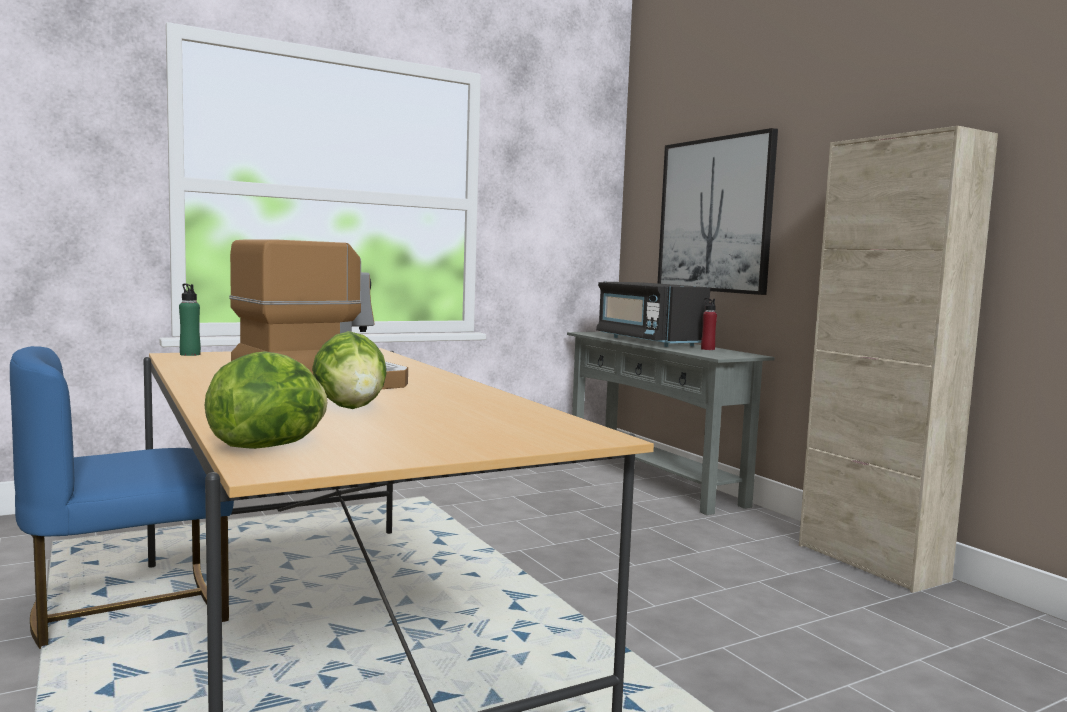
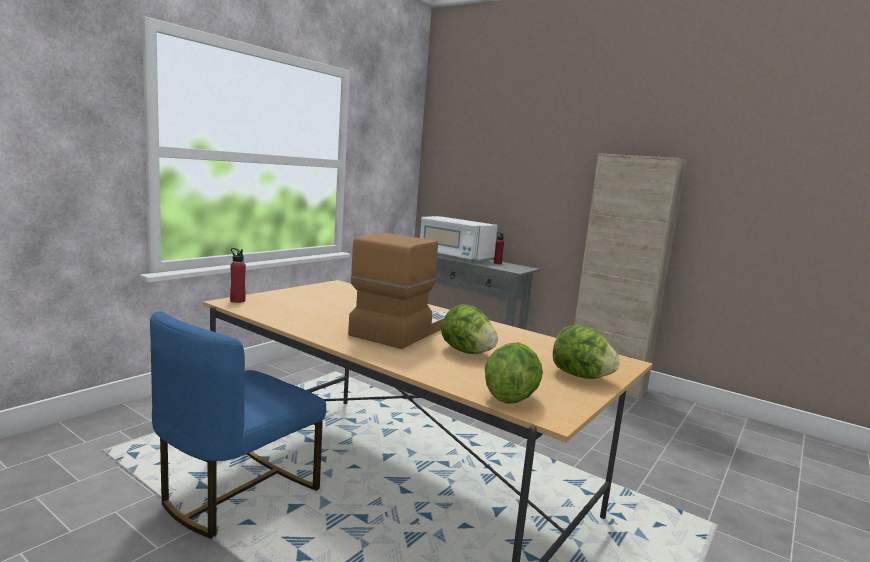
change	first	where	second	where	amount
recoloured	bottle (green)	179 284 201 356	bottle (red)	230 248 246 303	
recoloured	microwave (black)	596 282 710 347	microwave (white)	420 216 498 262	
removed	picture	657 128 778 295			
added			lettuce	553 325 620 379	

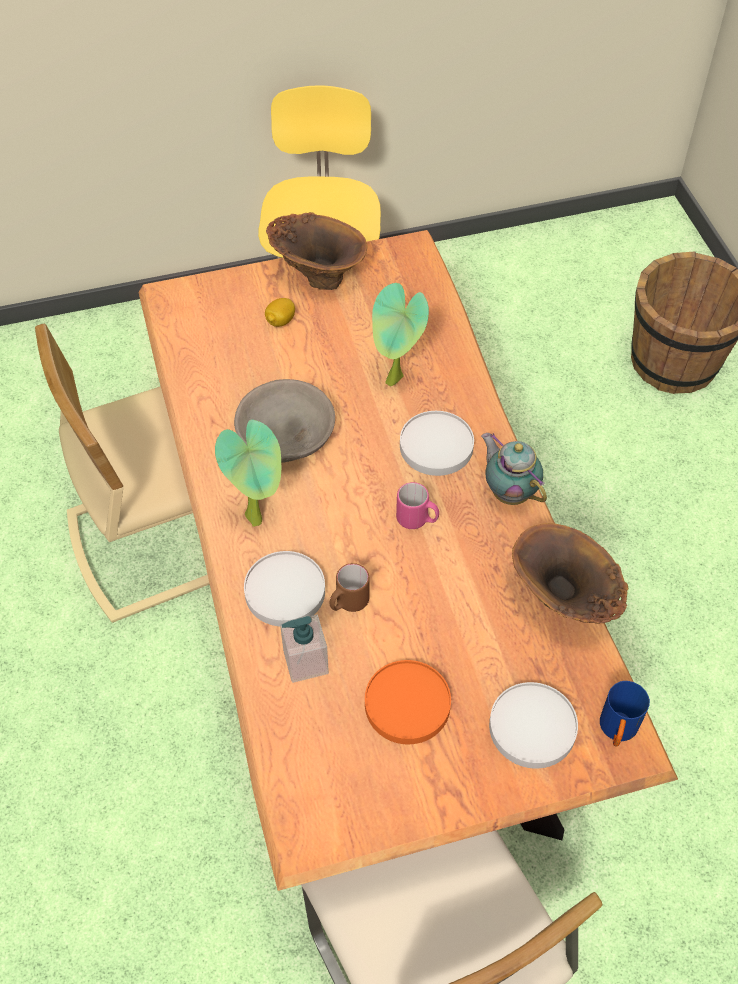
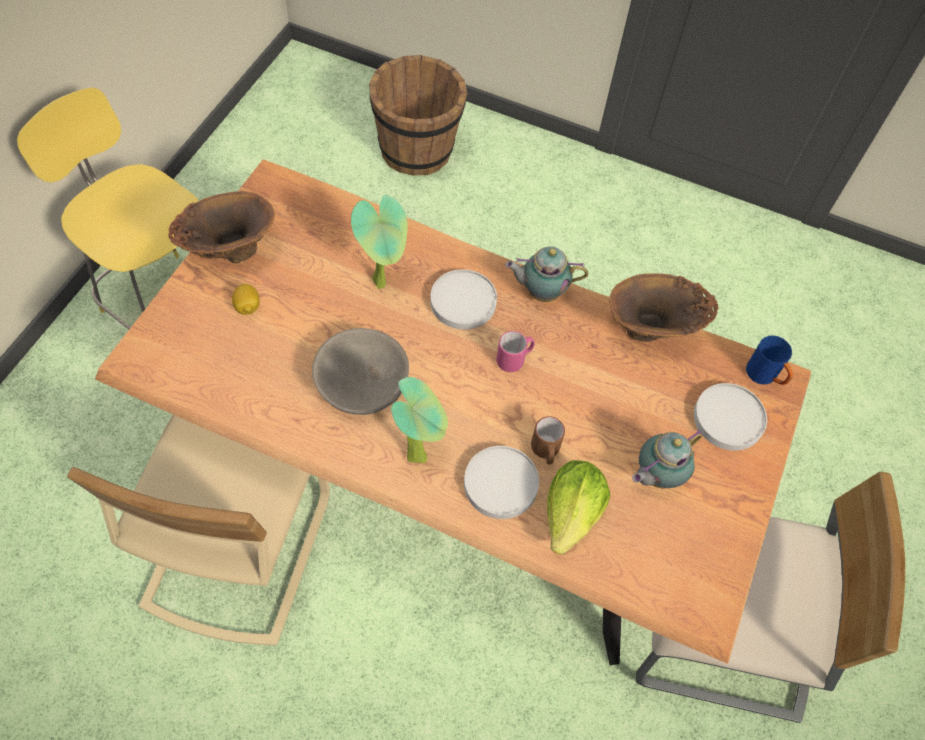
change	first	where	second	where	amount
replaced	soap dispenser	280 615 329 683	lettuce	547 460 610 555	
replaced	plate (orange)	365 660 451 744	teapot	632 429 702 489	

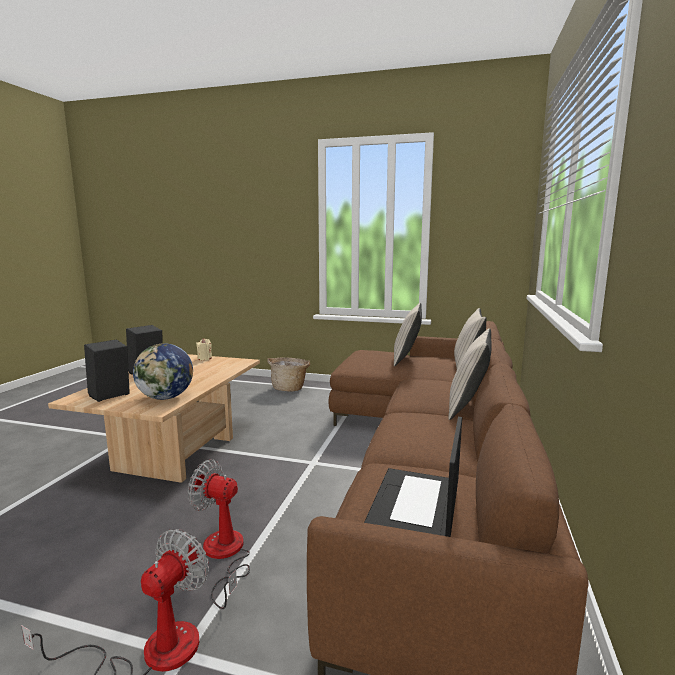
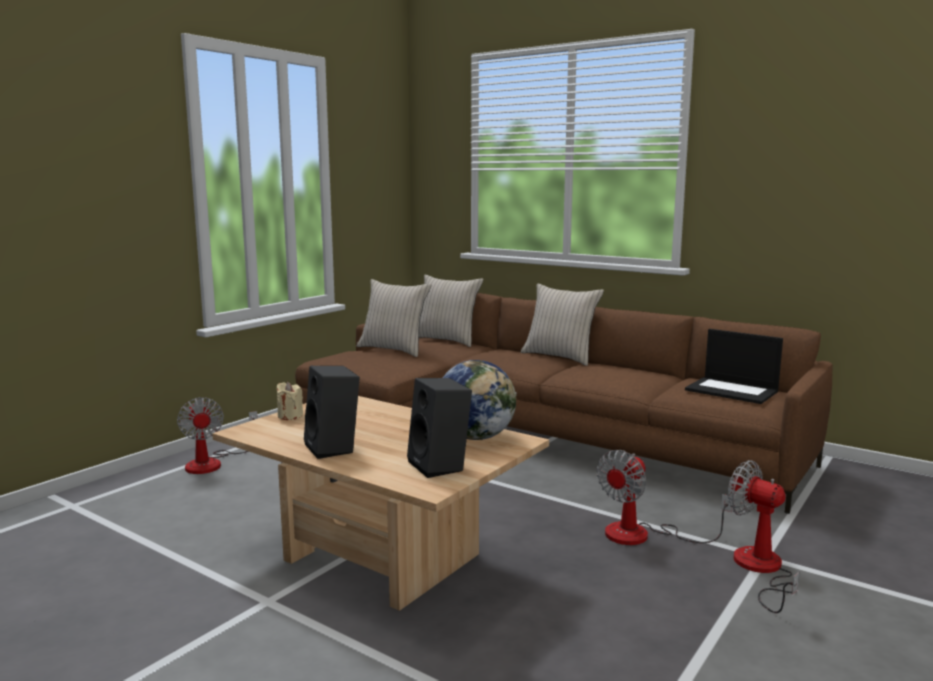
change	first	where	second	where	amount
replaced	basket	267 357 310 392	fan	177 397 258 474	

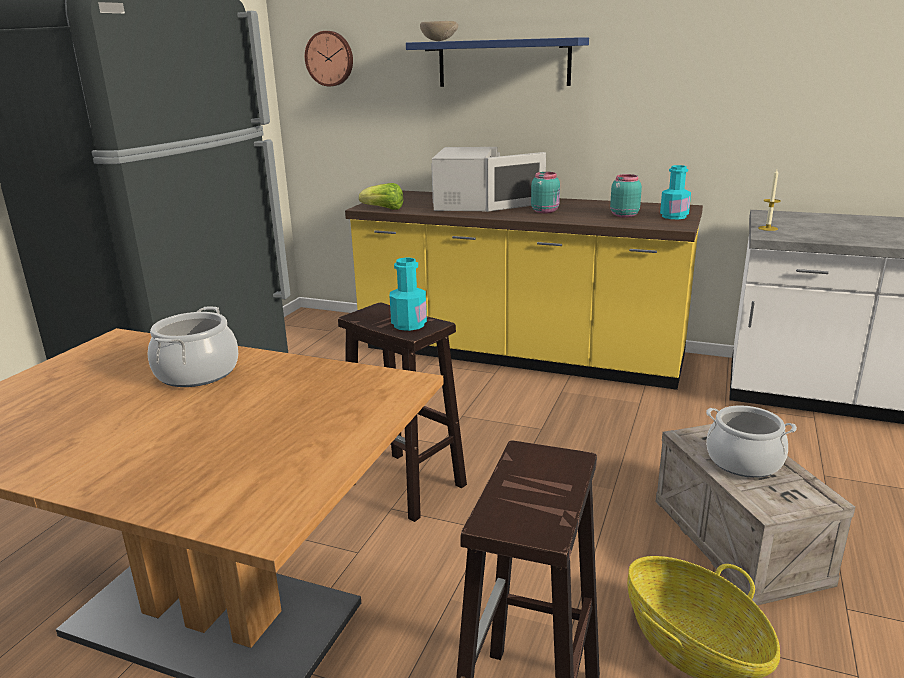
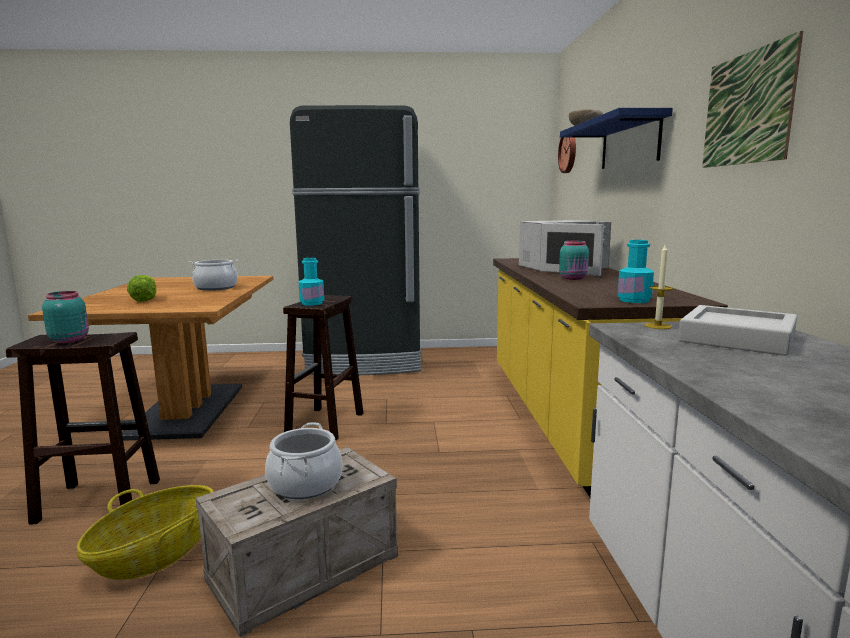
change	first	where	second	where	amount
moved	lettuce	359 183 403 210		127 275 157 302	
moved	jar (turquoise)	610 174 642 217		42 291 89 343	
added			tray (grey)	678 305 797 356	
added			picture	702 31 803 168	

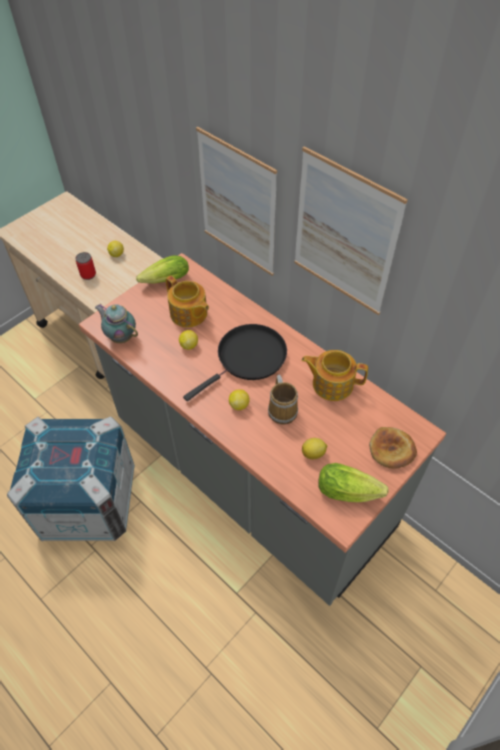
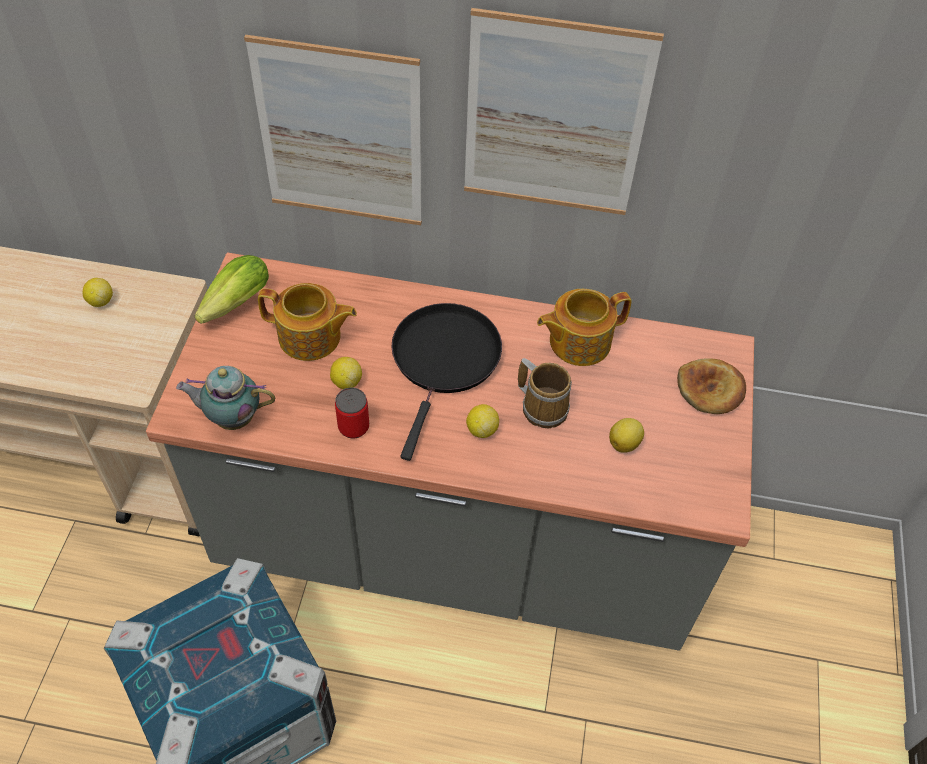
change	first	where	second	where	amount
moved	can	76 252 96 280		335 388 369 439	
removed	lettuce	318 463 389 502			

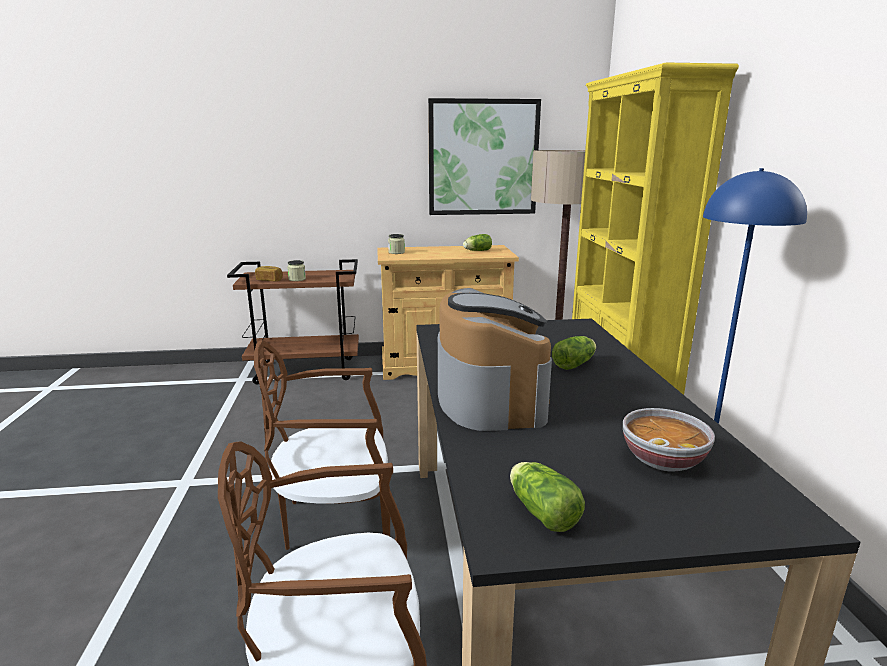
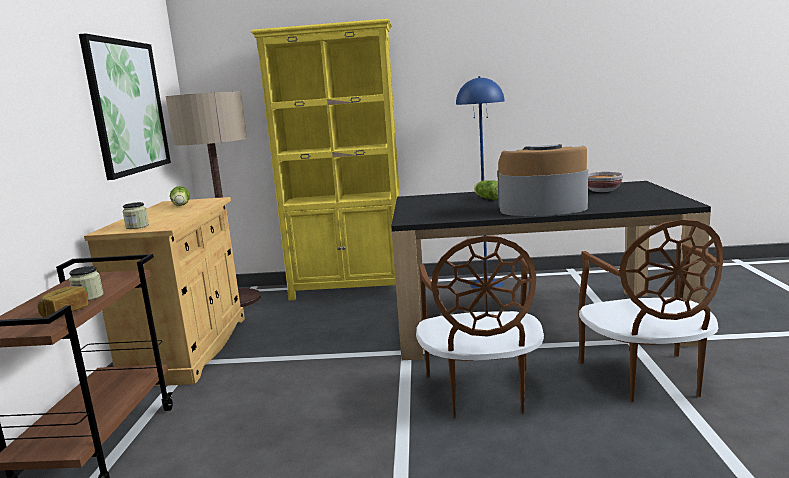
change	first	where	second	where	amount
removed	lettuce	510 462 585 532			

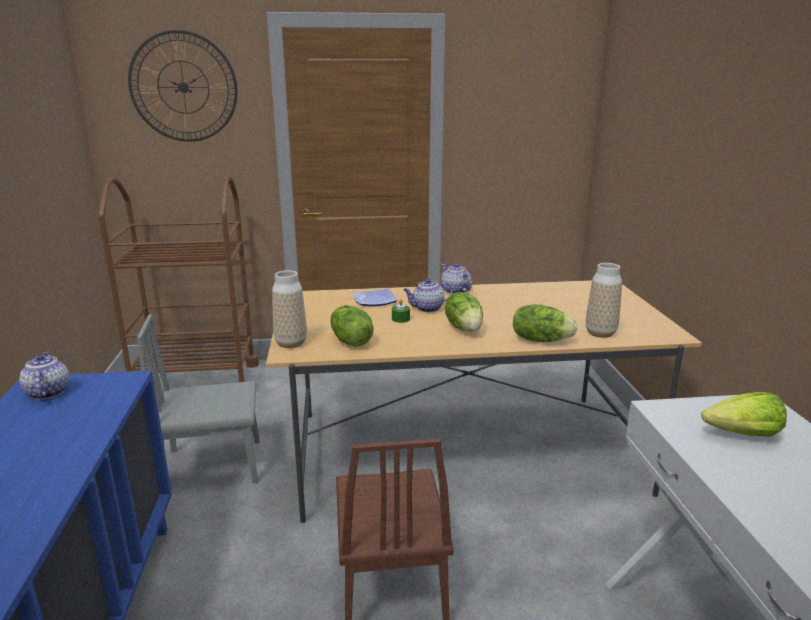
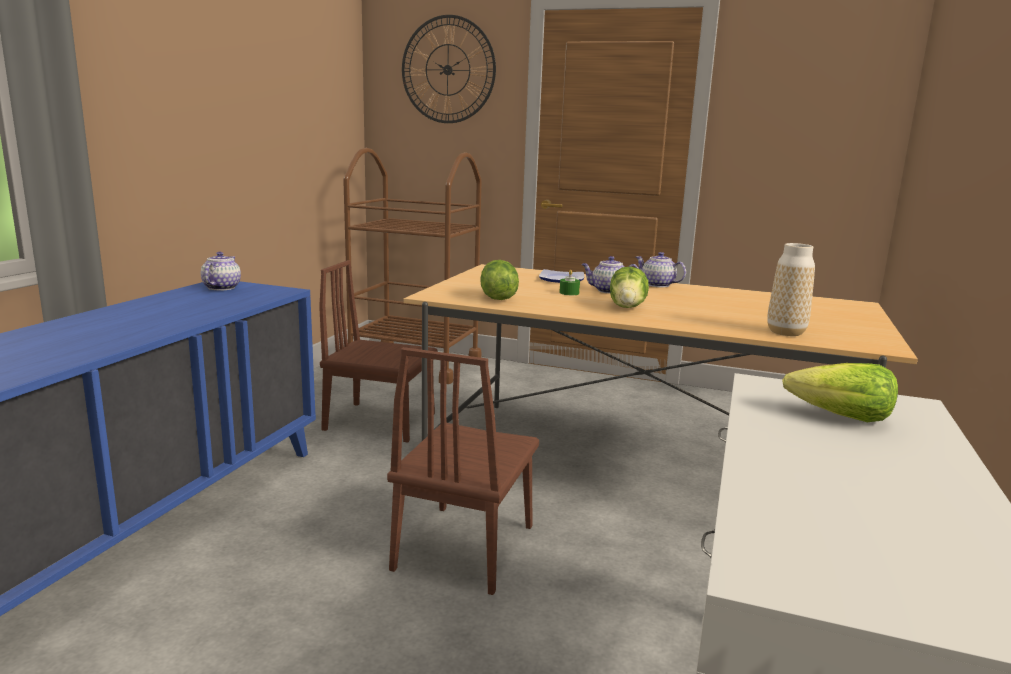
change	first	where	second	where	amount
recoloured	chair (grey)	137 314 259 483	chair (brown)	319 260 438 442	
removed	vase	272 270 307 348			
turned	teapot	441 263 472 294		636 252 686 287	45 degrees counterclockwise
removed	lettuce	513 304 578 342			

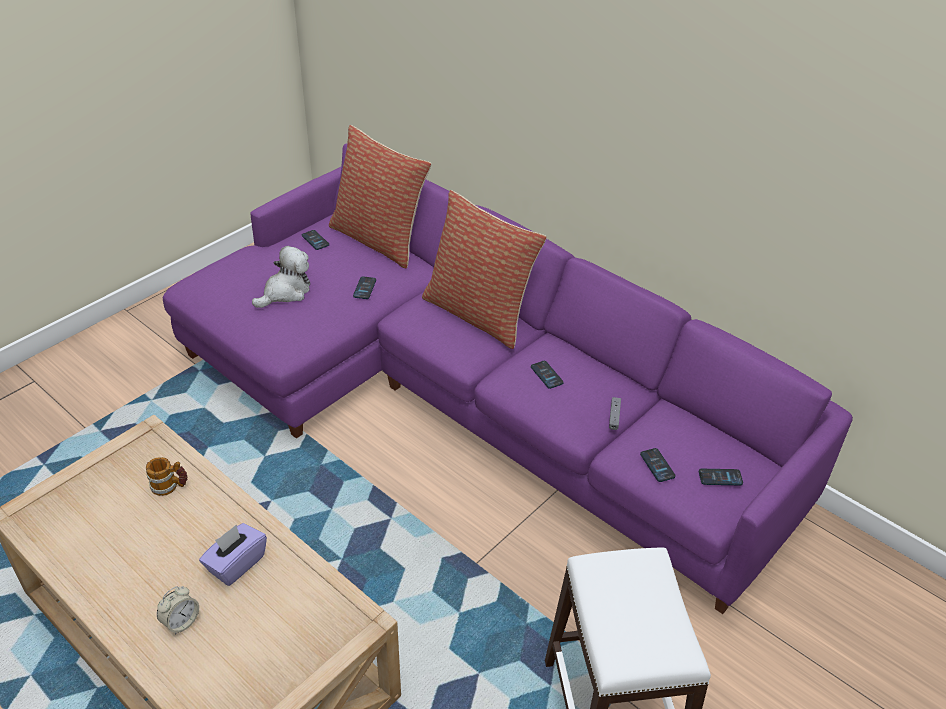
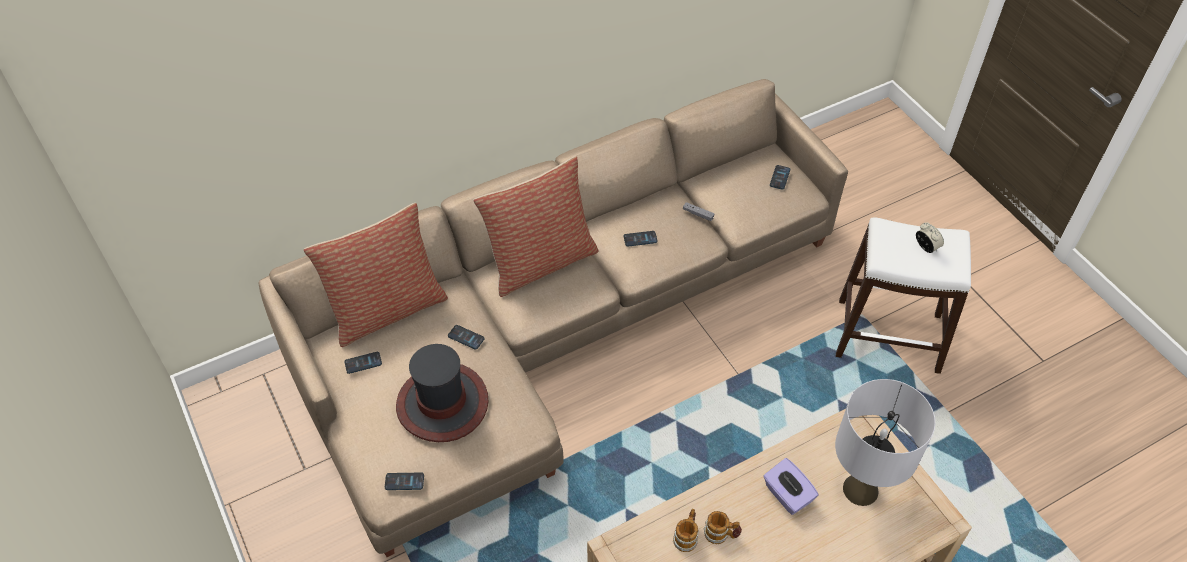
change	first	where	second	where	amount
moved	alarm clock	157 586 199 635		916 223 944 253	
recoloured	sofa (purple)	162 143 853 614	sofa (beige)	258 79 848 557	
replaced	plush toy	252 246 310 308	hat	396 344 488 442	
moved	phone	640 448 676 482		385 473 424 490	
added			mug	704 511 742 544	
added			table lamp (grey)	835 379 935 506	

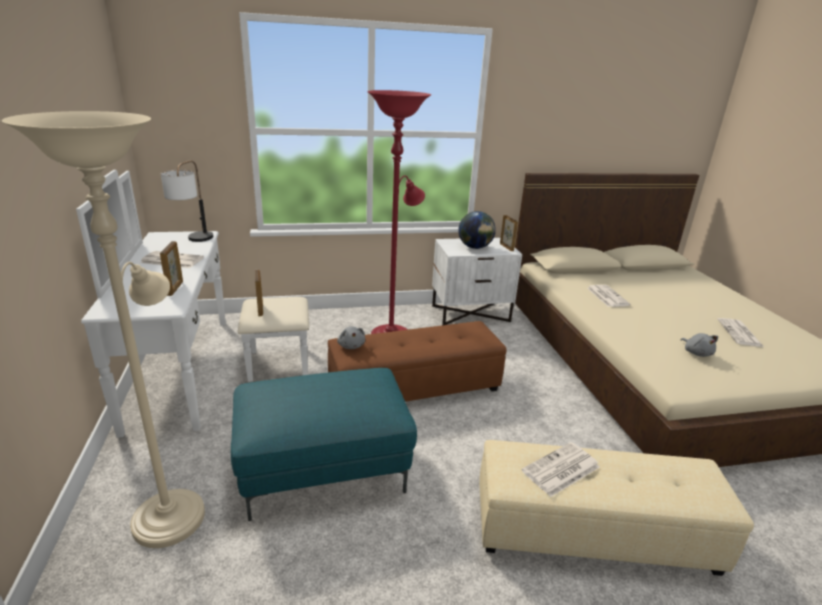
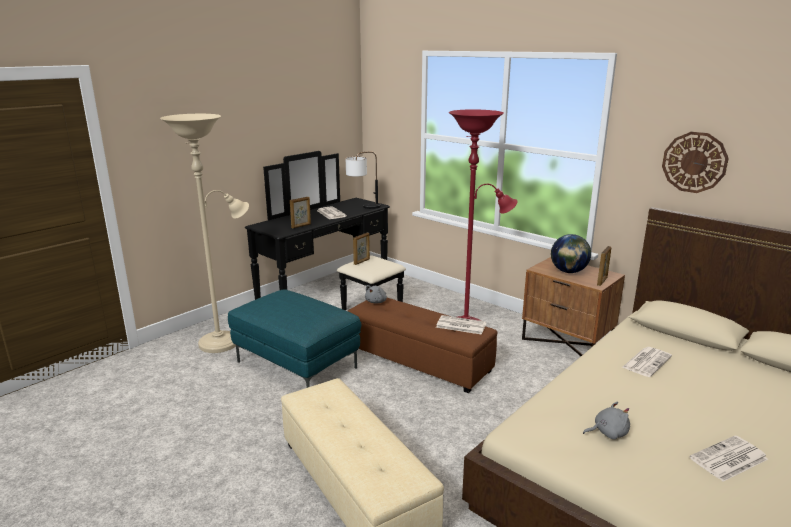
change	first	where	second	where	amount
recoloured	dresser (white)	76 170 309 438	dresser (black)	245 151 406 310	
recoloured	nightstand (white)	432 238 522 325	nightstand (brown)	522 257 625 356	
moved	newspaper	521 442 600 497		436 315 486 335	
turned	plush toy (grey)	681 333 718 357		583 402 630 439	135 degrees counterclockwise
added			wall clock	662 132 729 193	

